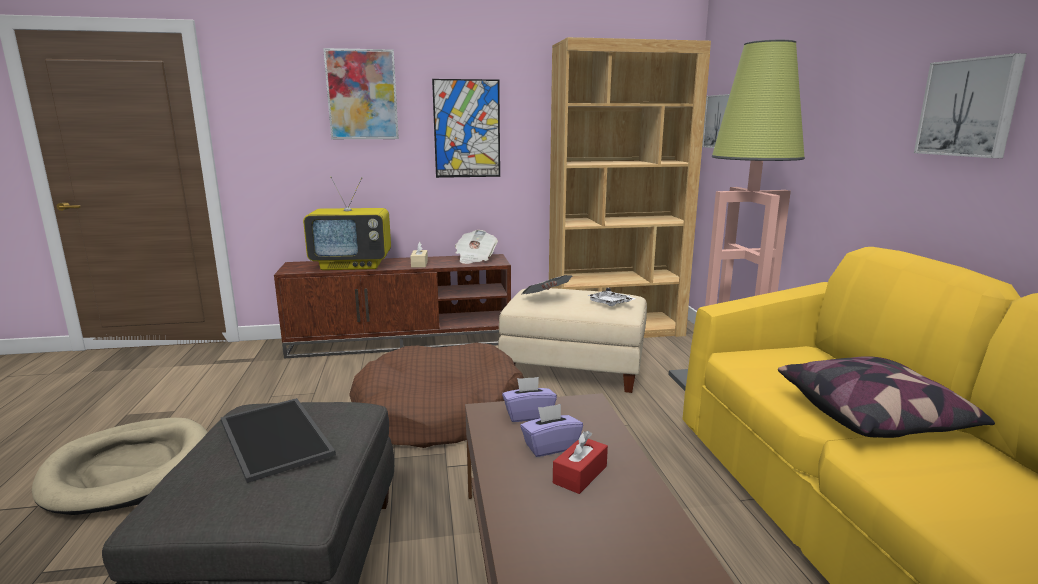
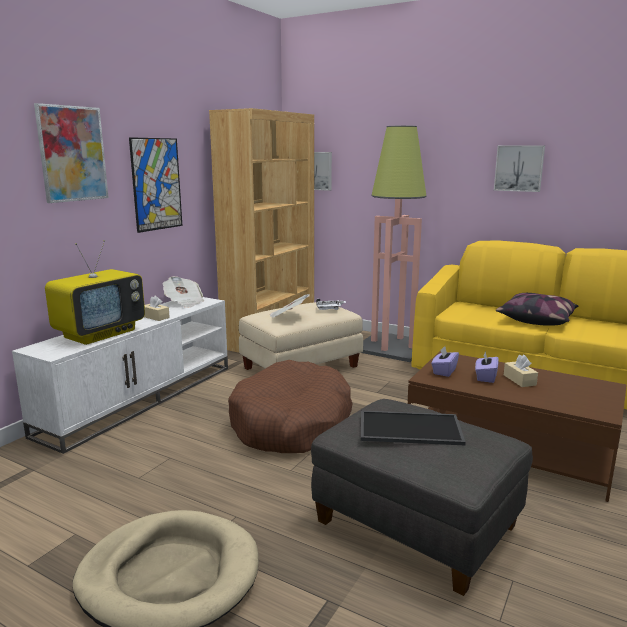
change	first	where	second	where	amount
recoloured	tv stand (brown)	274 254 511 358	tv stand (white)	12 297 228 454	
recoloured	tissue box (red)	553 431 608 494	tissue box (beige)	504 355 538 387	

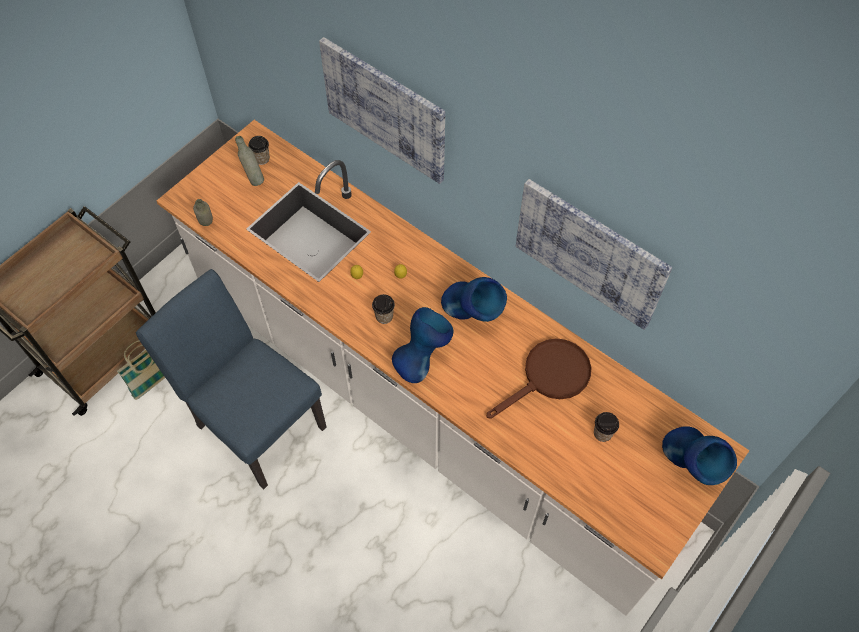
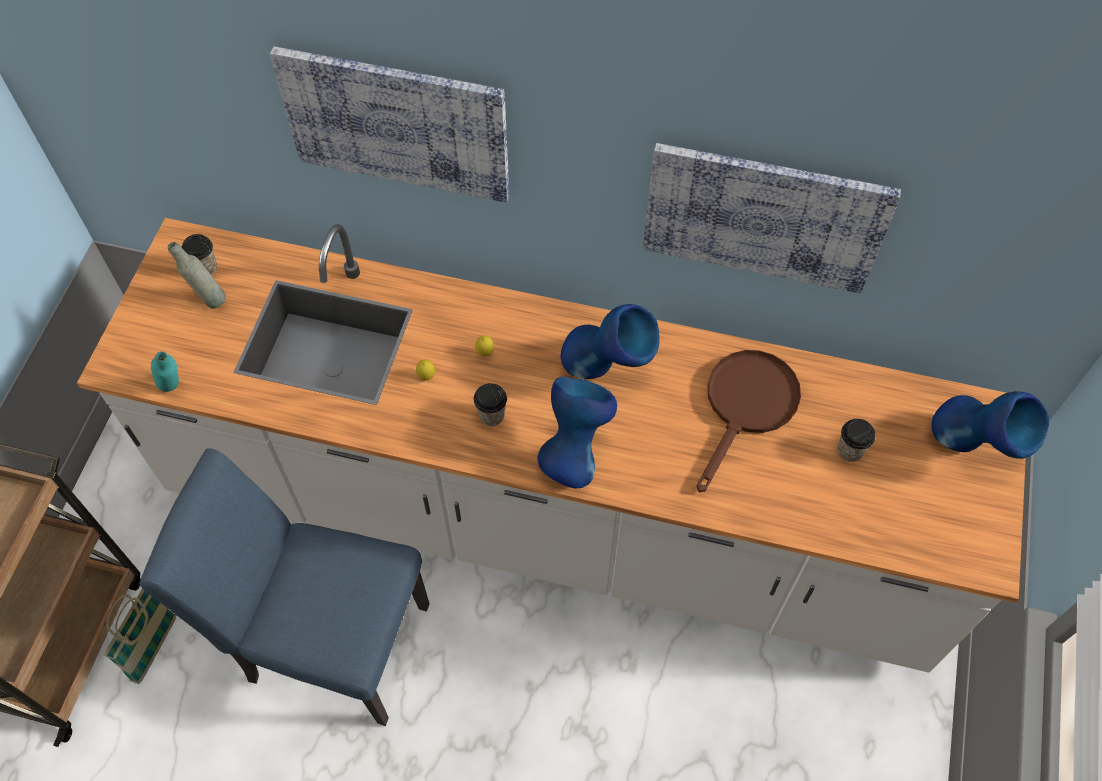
change	first	where	second	where	amount
recoloured	bottle (grey)	193 199 213 226	bottle (turquoise)	151 351 179 392	

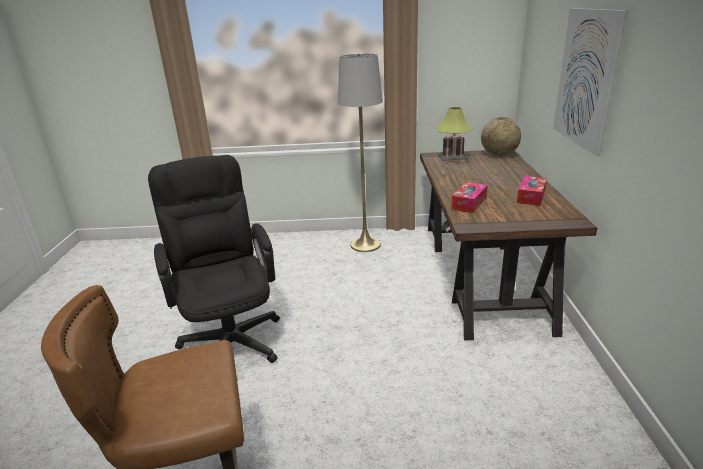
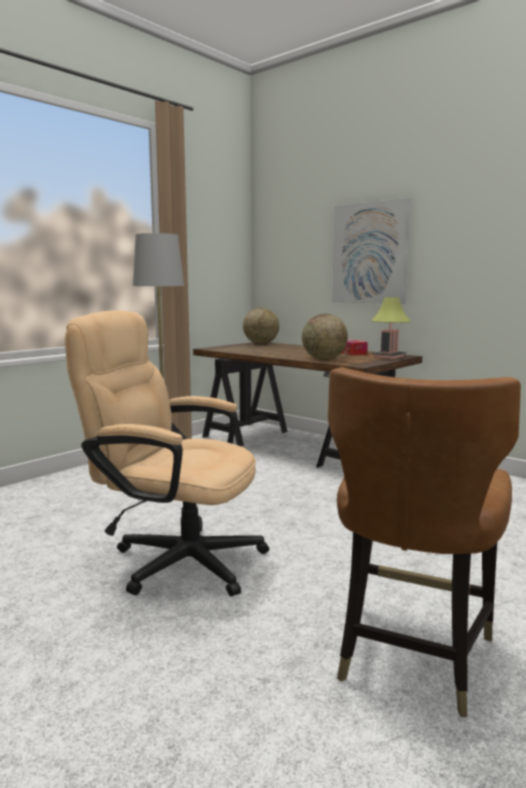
change	first	where	second	where	amount
recoloured	office chair (black)	148 155 280 363	office chair (beige)	65 310 269 596	
moved	table lamp	436 107 473 163		371 297 411 359	
replaced	tissue box	451 182 487 213	globe	302 314 348 360	

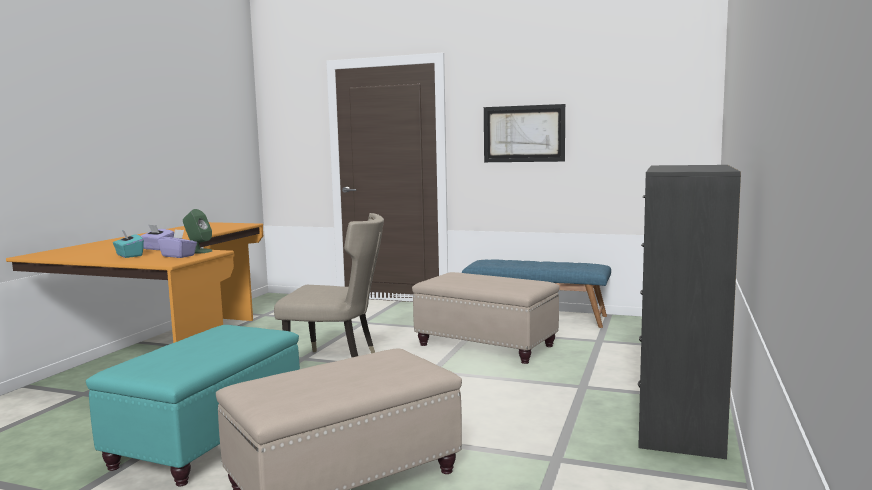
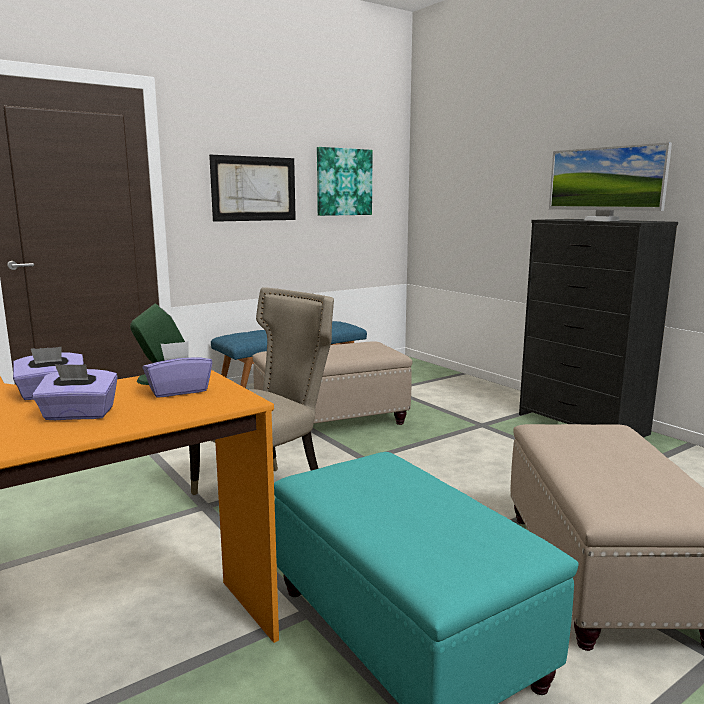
change	first	where	second	where	amount
recoloured	tissue box (turquoise)	113 229 144 258	tissue box (purple)	32 364 118 420	
added			picture	317 147 373 216	
added			monitor	549 142 672 221	

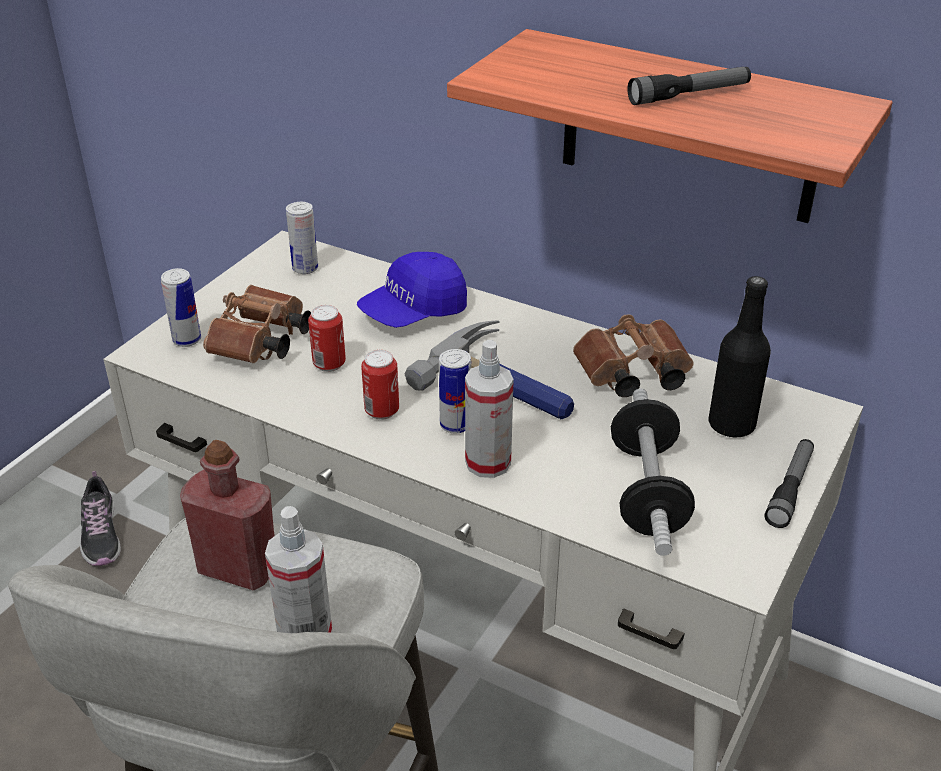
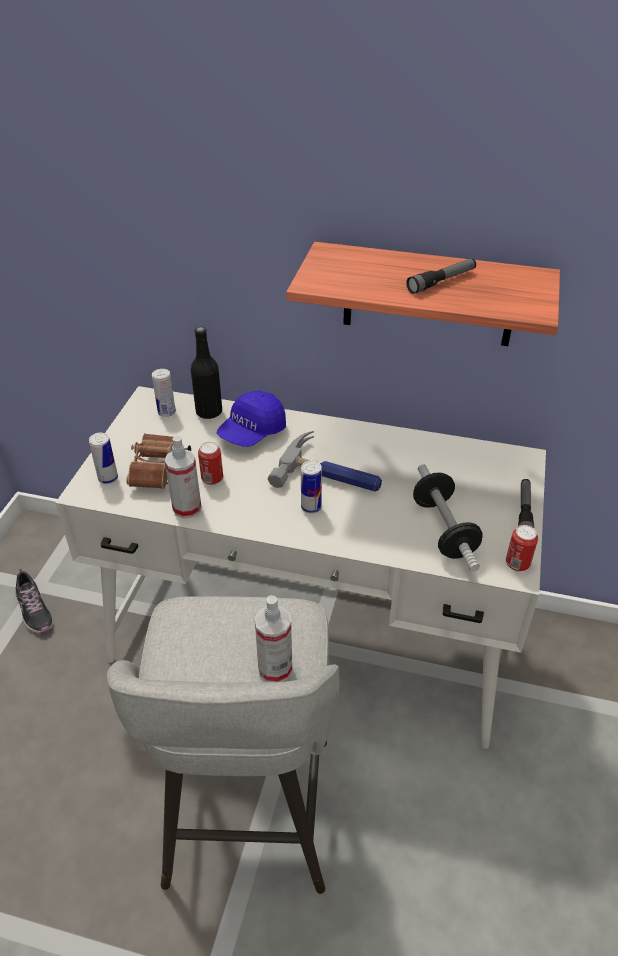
change	first	where	second	where	amount
removed	bottle (red)	180 440 275 590			
moved	can	361 350 399 420		506 525 538 571	
moved	spray bottle	465 340 514 478		165 436 201 519	
removed	binoculars (brown)	573 314 694 397			
moved	bottle (black)	709 276 771 438		191 327 222 419	

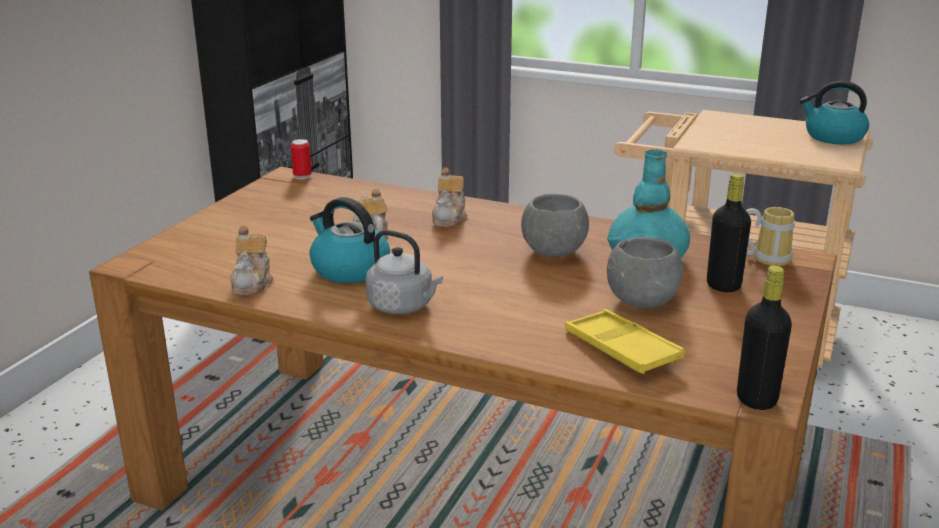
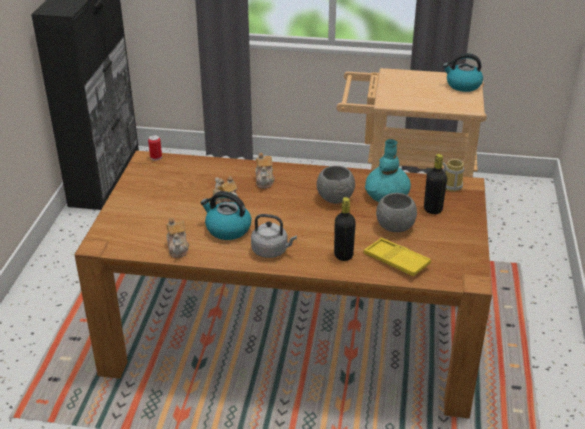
change	first	where	second	where	amount
moved	bottle (black)	737 266 792 410		334 197 356 261	

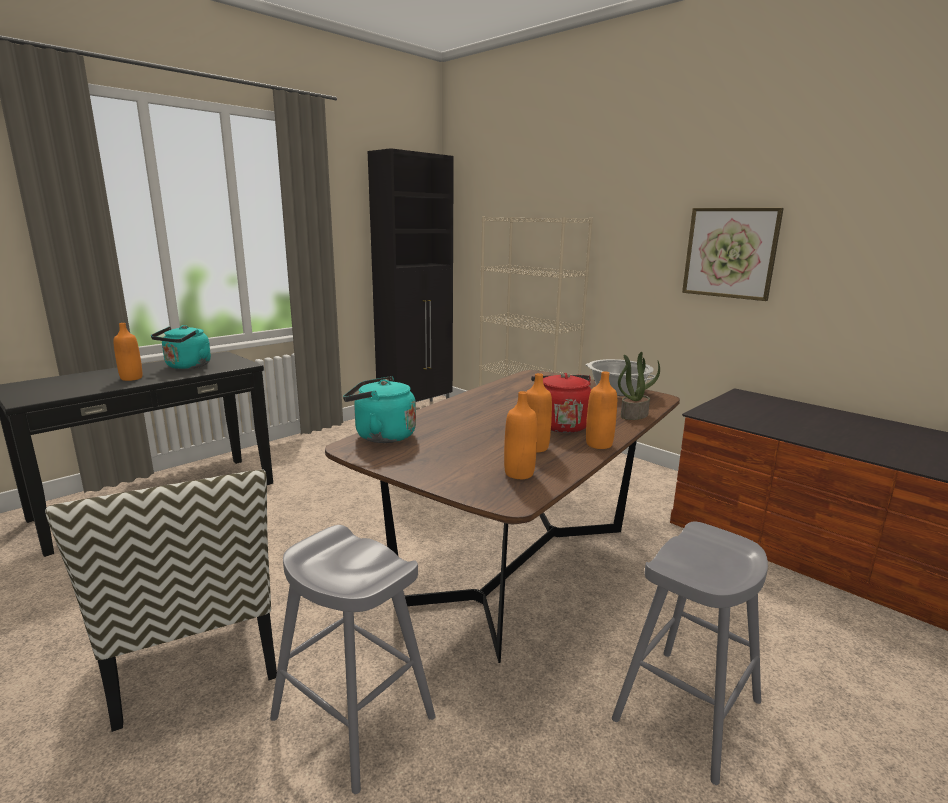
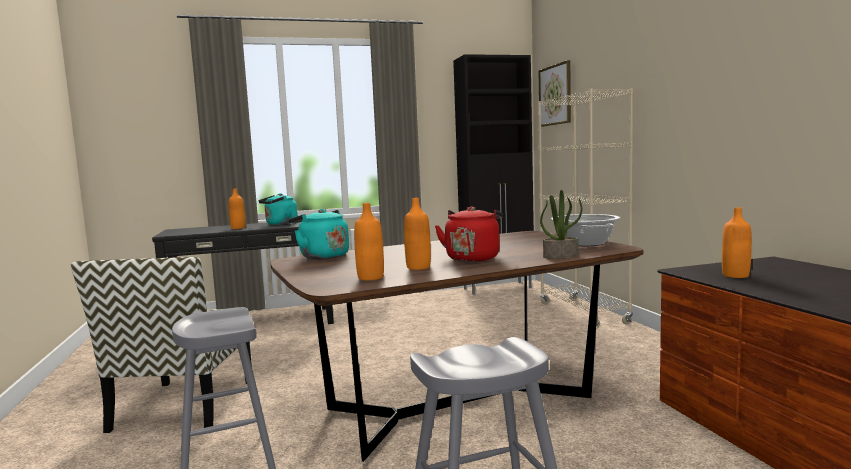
change	first	where	second	where	amount
moved	bottle (orange)	586 371 617 449		722 207 752 278	
moved	picture	682 208 784 301		538 60 571 127	

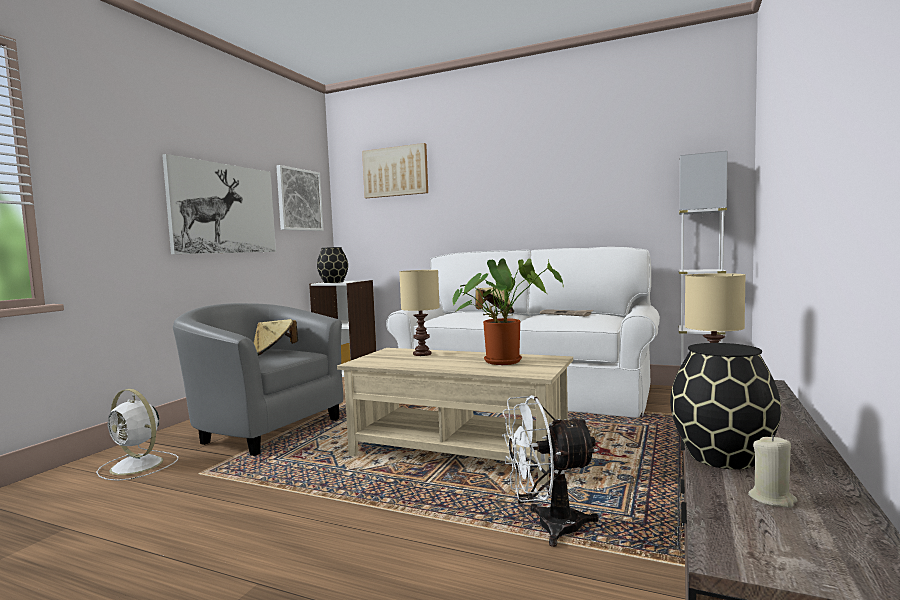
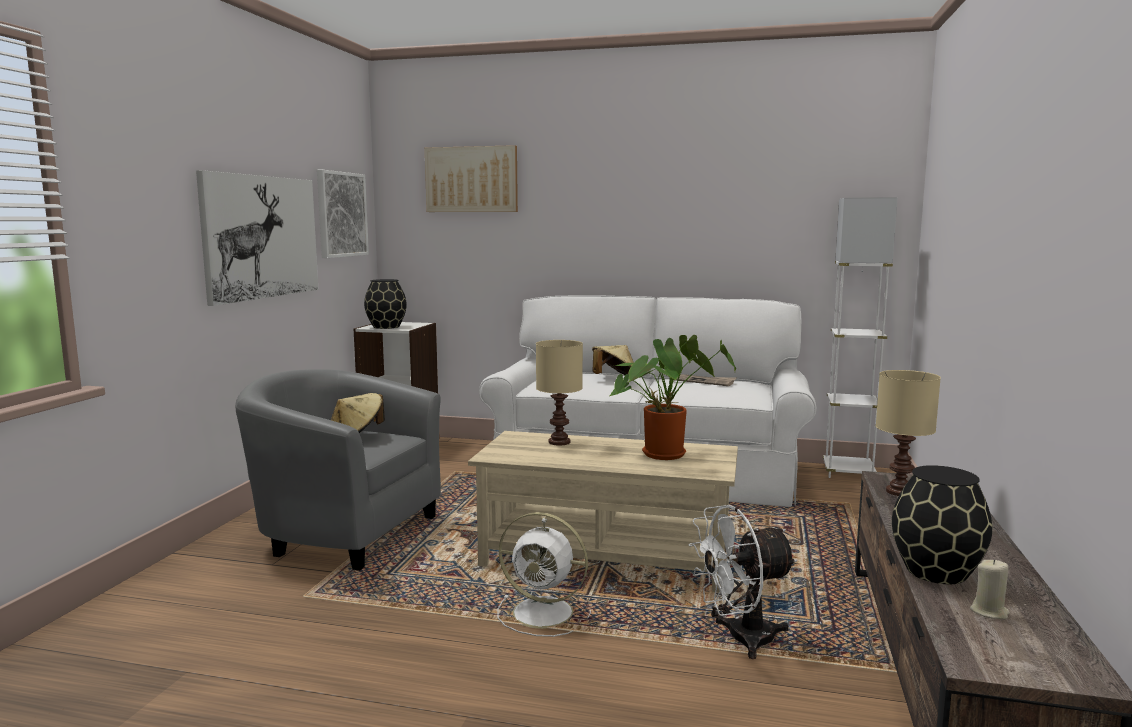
change	first	where	second	where	amount
moved	fan (white)	96 389 178 481		497 512 591 637	

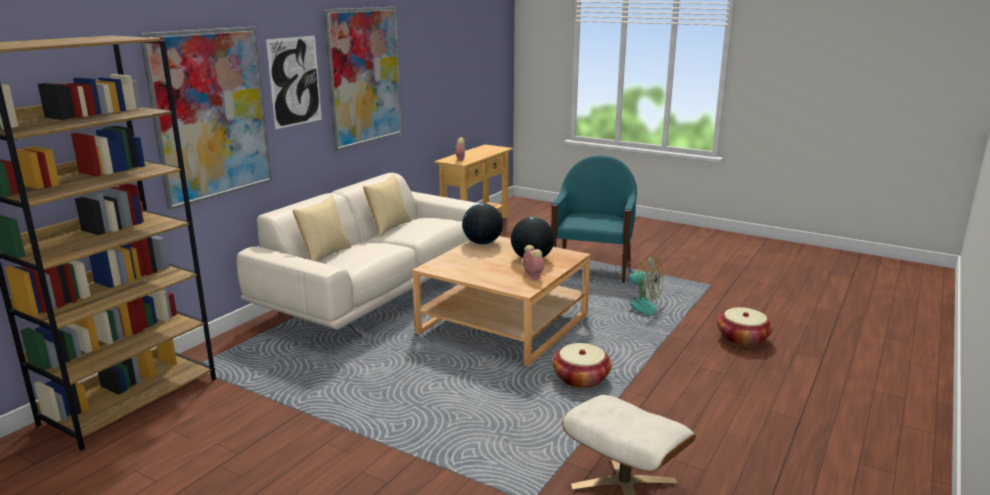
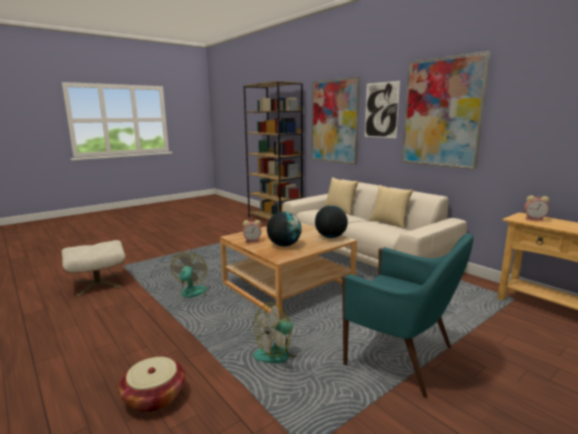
change	first	where	second	where	amount
replaced	basket	552 343 612 388	fan	171 252 208 304	

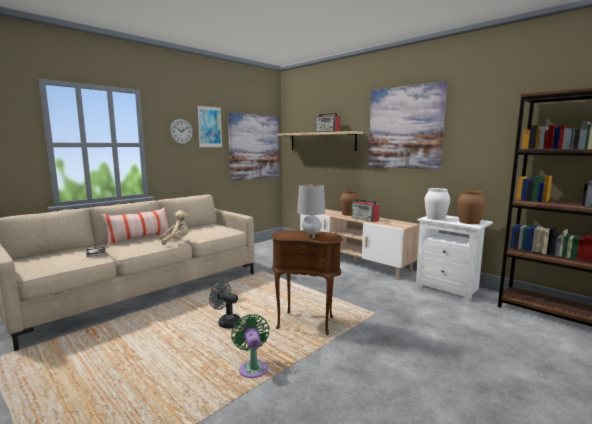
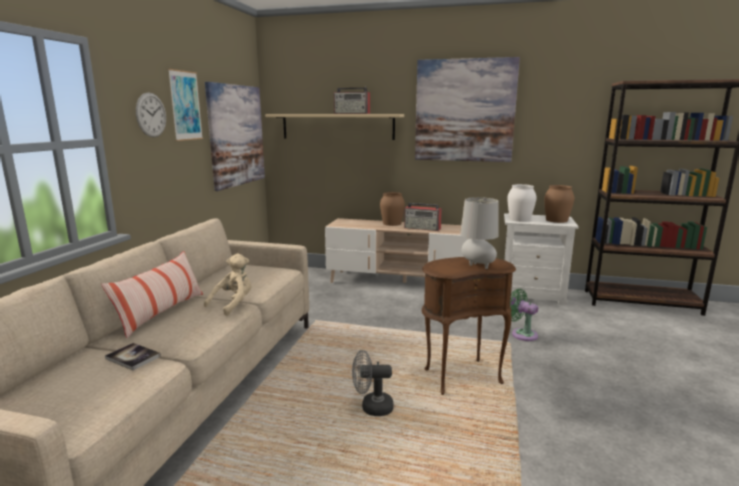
change	first	where	second	where	amount
moved	fan (green)	231 314 270 378		510 289 538 341	

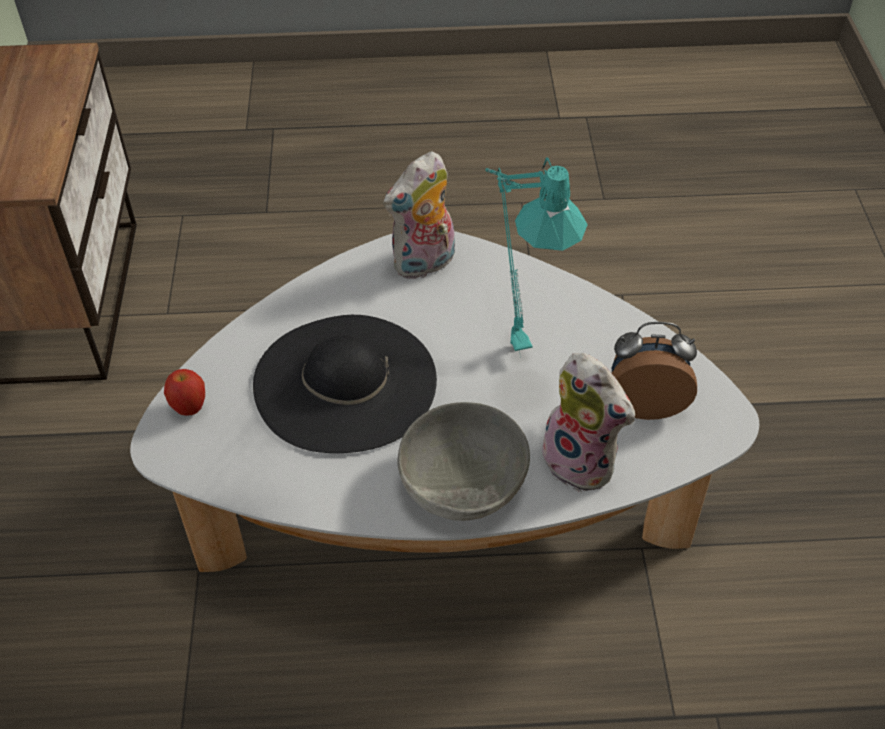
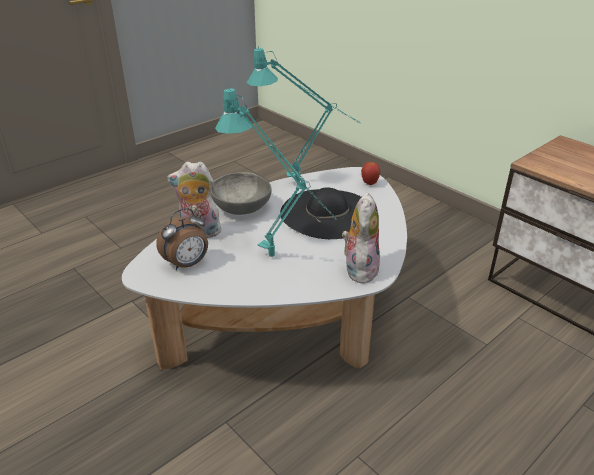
change	first	where	second	where	amount
added			table lamp (turquoise)	247 46 361 182	

